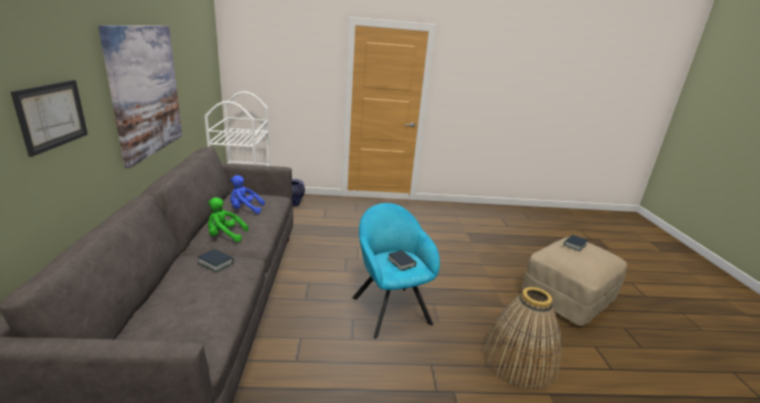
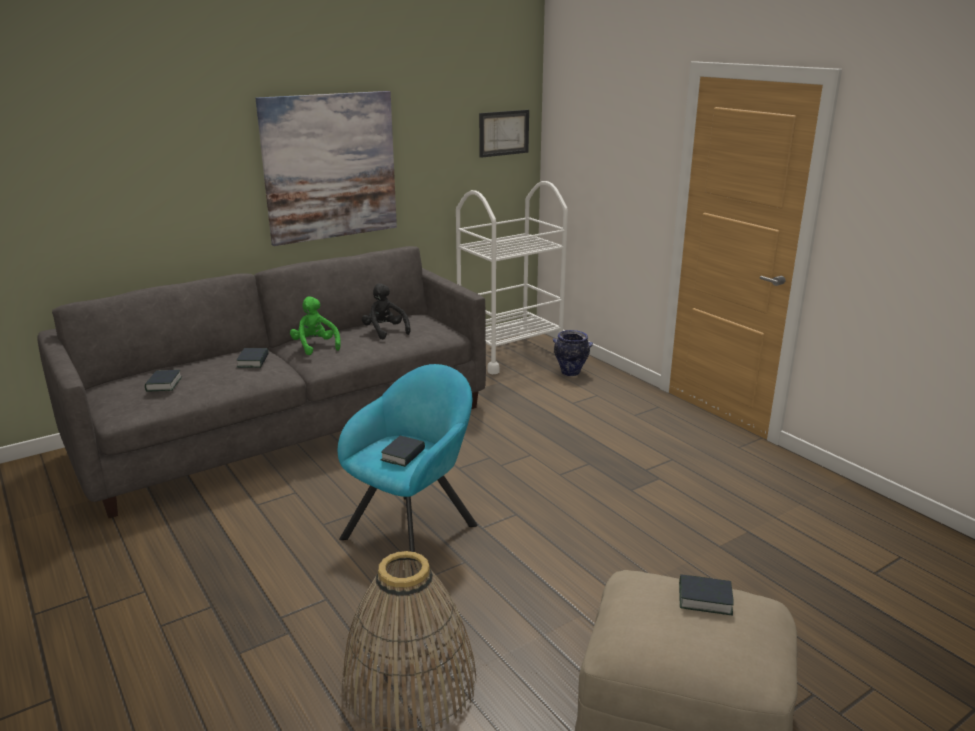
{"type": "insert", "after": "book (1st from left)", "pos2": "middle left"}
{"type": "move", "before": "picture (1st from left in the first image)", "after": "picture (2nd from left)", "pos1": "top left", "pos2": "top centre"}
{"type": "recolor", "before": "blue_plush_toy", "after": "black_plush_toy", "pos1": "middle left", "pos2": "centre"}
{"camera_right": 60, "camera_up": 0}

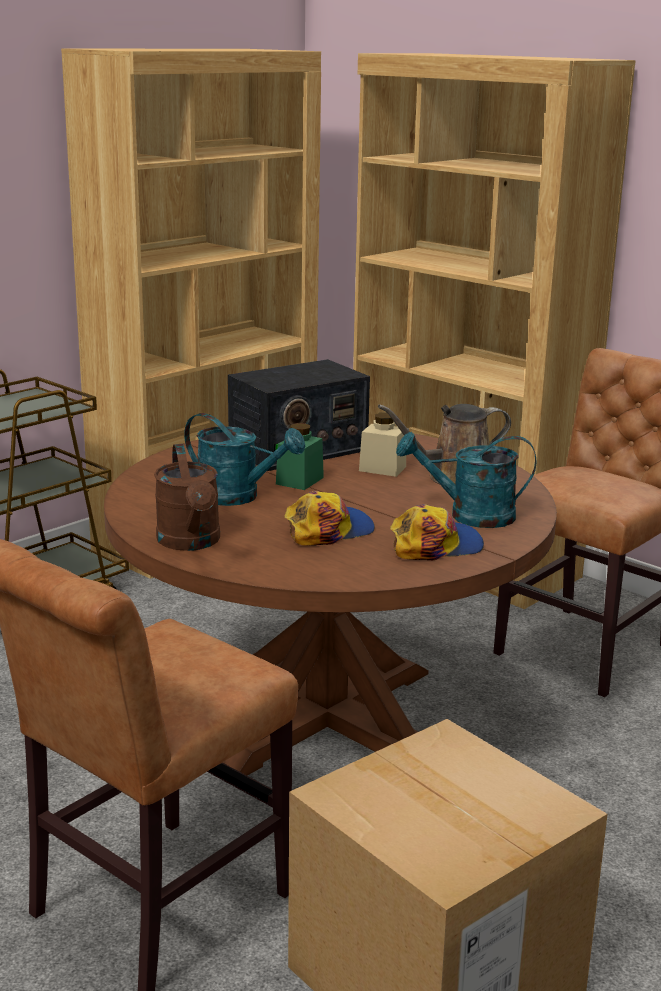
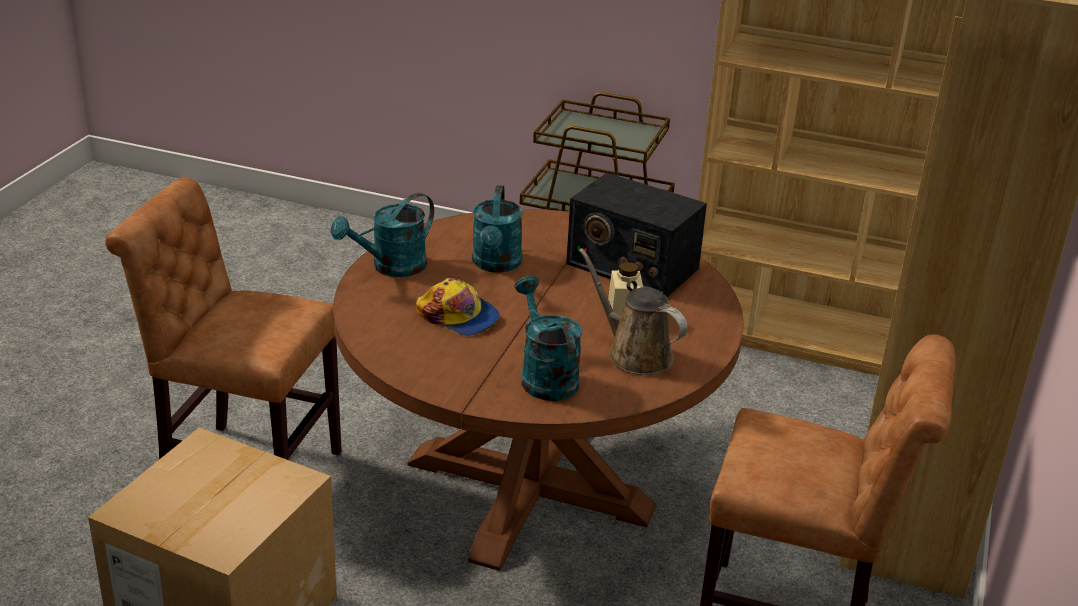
{"type": "delete", "before": "green_jar", "pos1": "centre"}
{"type": "delete", "before": "cap (2nd from left)", "pos1": "centre"}
{"type": "recolor", "before": "brown_watering_can (1st from left)", "after": "turquoise_watering_can (1st from left)", "pos1": "middle left", "pos2": "centre"}
{"camera_right": 65, "camera_up": 10}

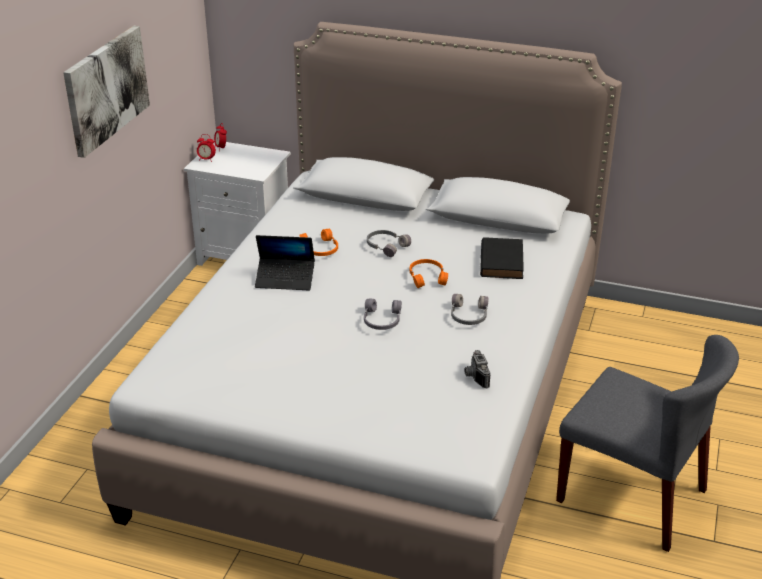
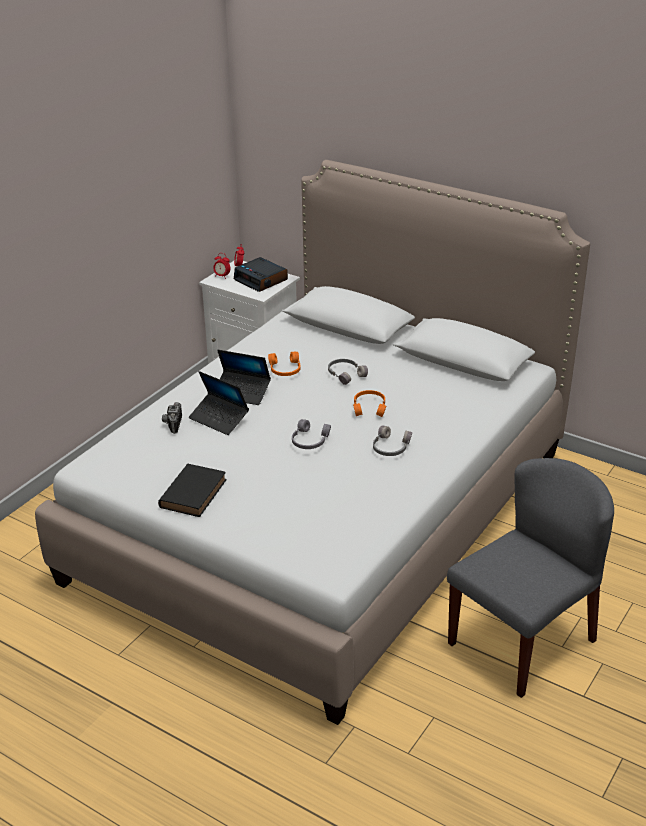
{"type": "delete", "before": "picture", "pos1": "top left"}
{"type": "insert", "after": "laptop (1st from left)", "pos2": "centre"}
{"type": "insert", "after": "alarm_clock (3rd from left)", "pos2": "top centre"}
{"type": "move", "before": "photo_camera", "pos1": "centre", "pos2": "middle left"}
{"type": "move", "before": "black_book", "pos1": "centre", "pos2": "middle left"}
{"type": "rotate", "before": "grey_chair", "pos1": "bottom right", "pos2": "bottom right", "turn": -90}
{"camera_right": 15, "camera_up": 0}

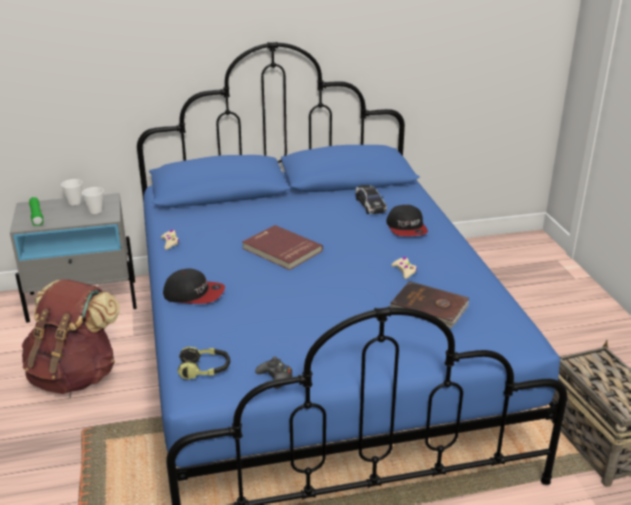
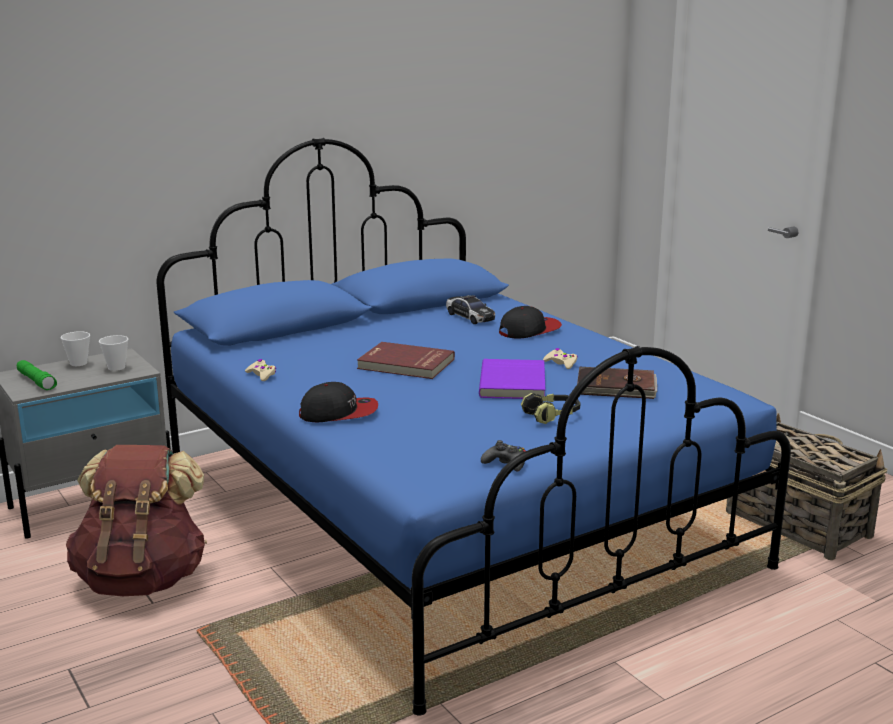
{"type": "insert", "after": "purple_book", "pos2": "centre"}
{"type": "move", "before": "headphones", "pos1": "bottom left", "pos2": "centre"}
{"type": "rotate", "before": "cap (2nd from left)", "pos1": "centre", "pos2": "centre", "turn": -90}
{"camera_right": -20, "camera_up": -10}

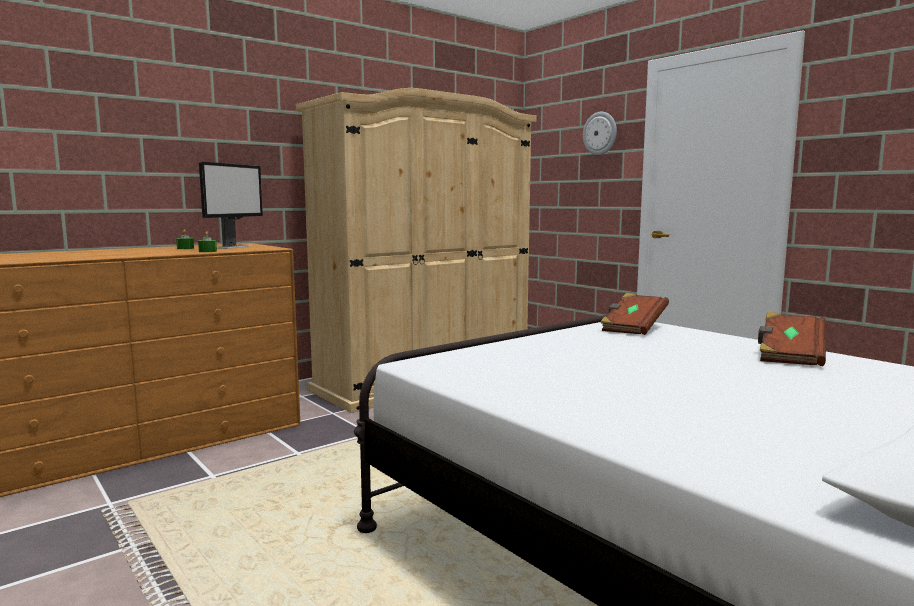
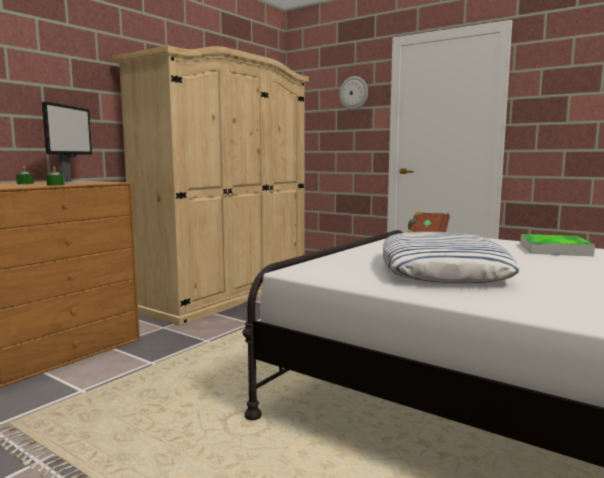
{"type": "insert", "after": "pillow", "pos2": "middle right"}
{"type": "replace", "before": "brown_book (2nd from left)", "after": "tray", "pos1": "middle right", "pos2": "middle right"}
{"camera_right": -15, "camera_up": 0}

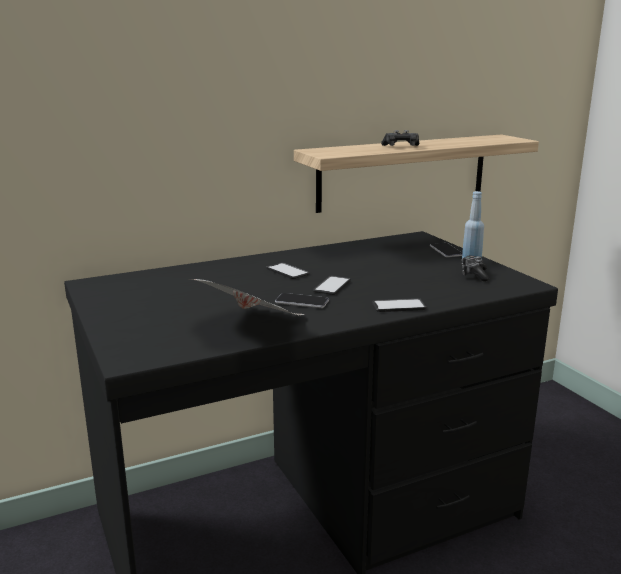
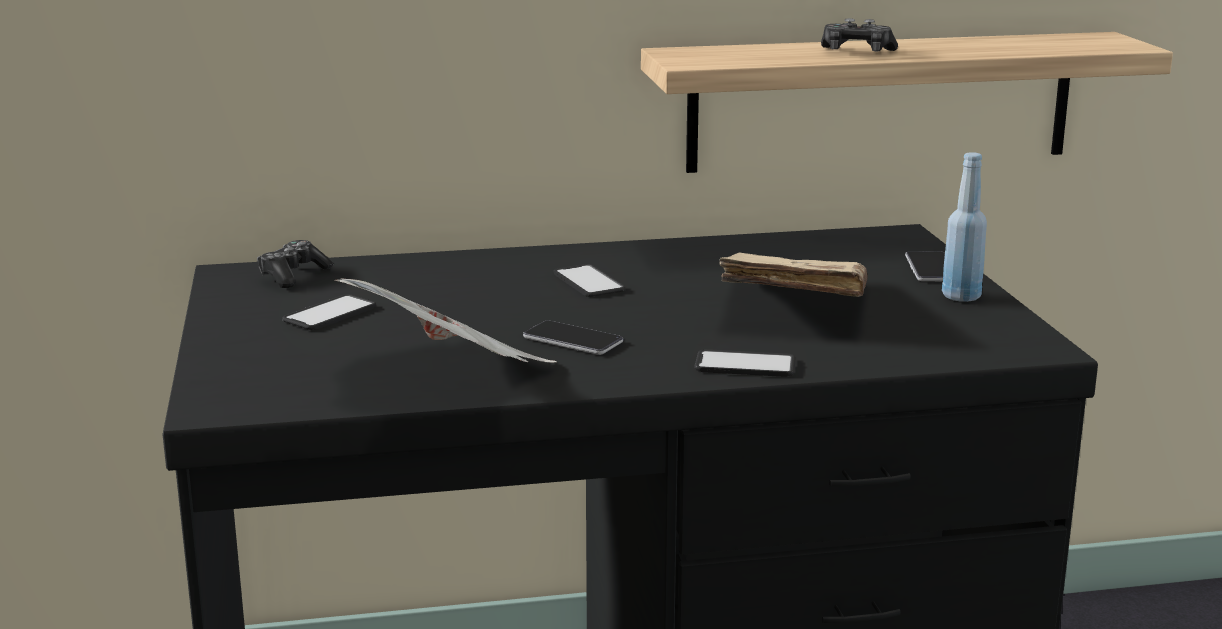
{"type": "insert", "after": "beige_book", "pos2": "centre"}
{"type": "move", "before": "phone (3rd from left in the first image)", "after": "phone (1st from left)", "pos1": "centre", "pos2": "middle left"}
{"type": "move", "before": "game_controller (2nd from left in the first image)", "after": "game_controller (1st from left)", "pos1": "middle right", "pos2": "middle left"}
{"camera_right": 15, "camera_up": 0}

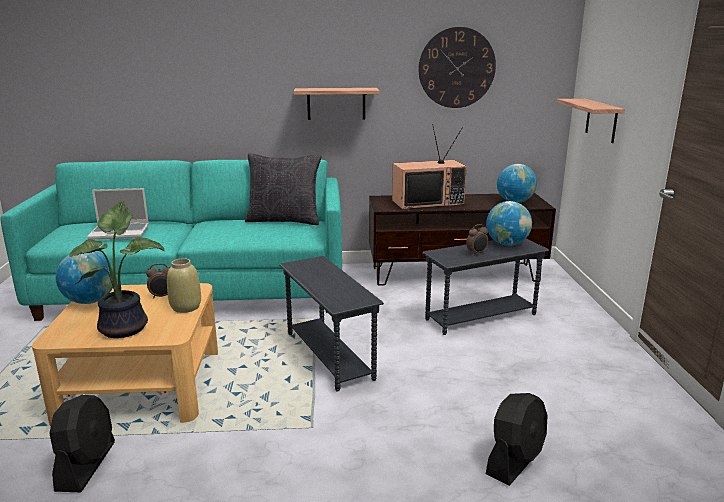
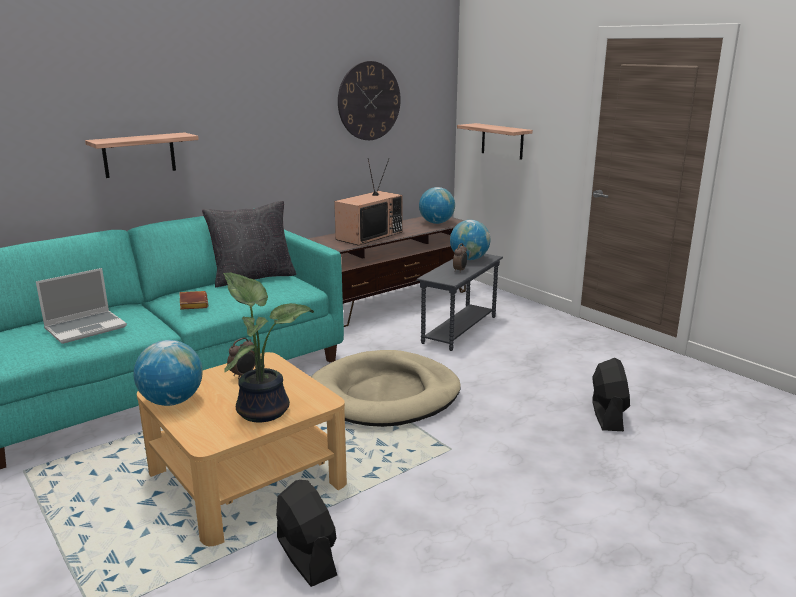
{"type": "delete", "before": "beige_vase", "pos1": "middle left"}
{"type": "insert", "after": "brown_book", "pos2": "middle left"}
{"type": "move", "before": "shelf (1st from left)", "pos1": "top centre", "pos2": "top left"}
{"type": "replace", "before": "grey_side_table (1st from left)", "after": "beige_dog_bed", "pos1": "centre", "pos2": "centre"}
{"camera_right": -35, "camera_up": 0}

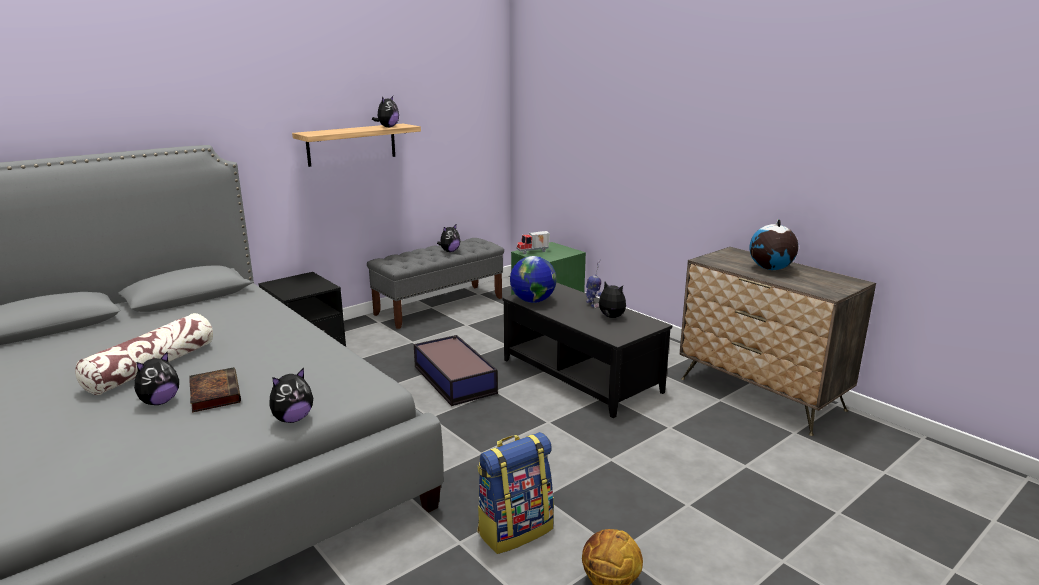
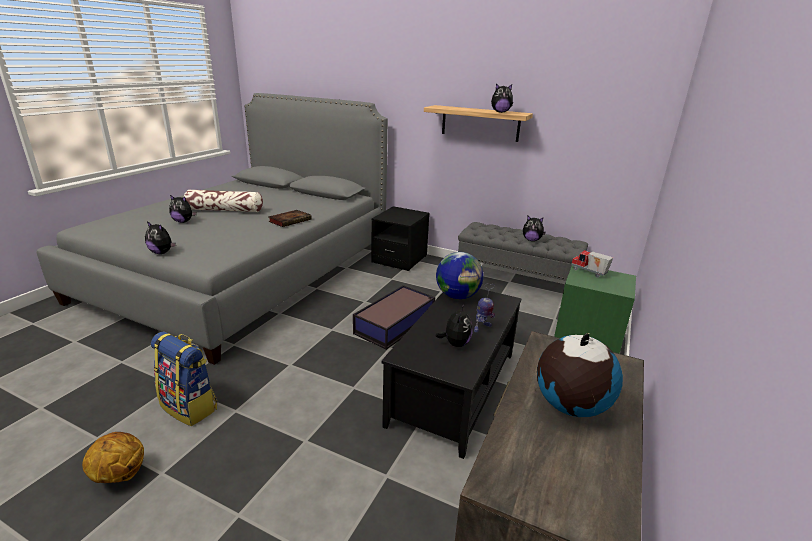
{"type": "move", "before": "book", "pos1": "bottom left", "pos2": "centre"}
{"camera_right": 65, "camera_up": 5}

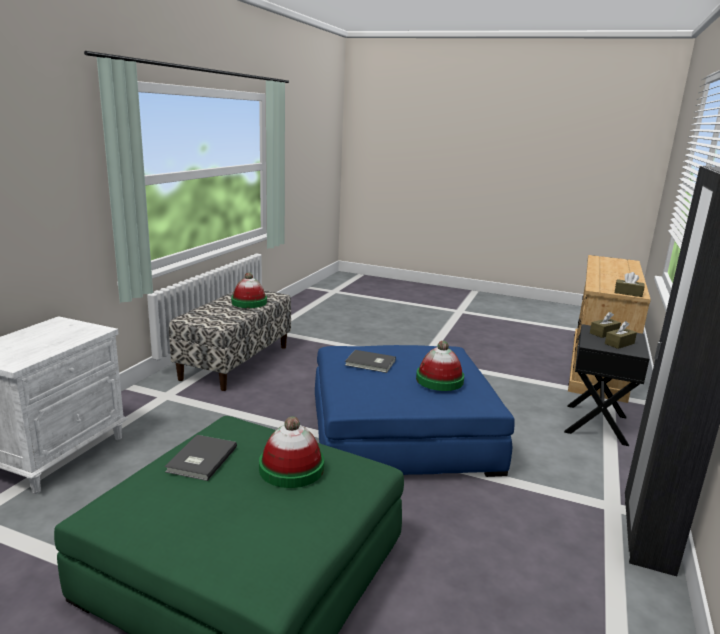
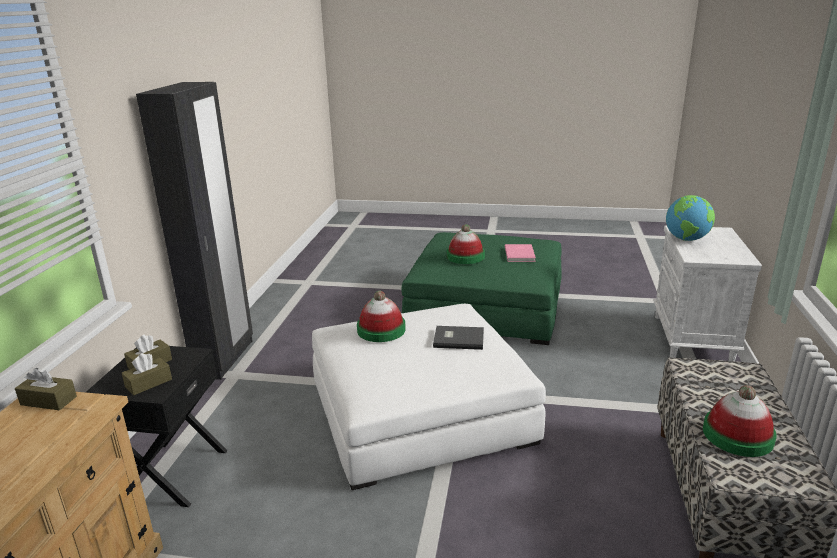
{"type": "insert", "after": "globe", "pos2": "middle right"}
{"type": "recolor", "before": "grey_book (1st from left)", "after": "pink_book", "pos1": "bottom left", "pos2": "centre"}
{"type": "recolor", "before": "blue_ottoman", "after": "white_ottoman", "pos1": "centre", "pos2": "bottom centre"}
{"camera_right": 170, "camera_up": 5}

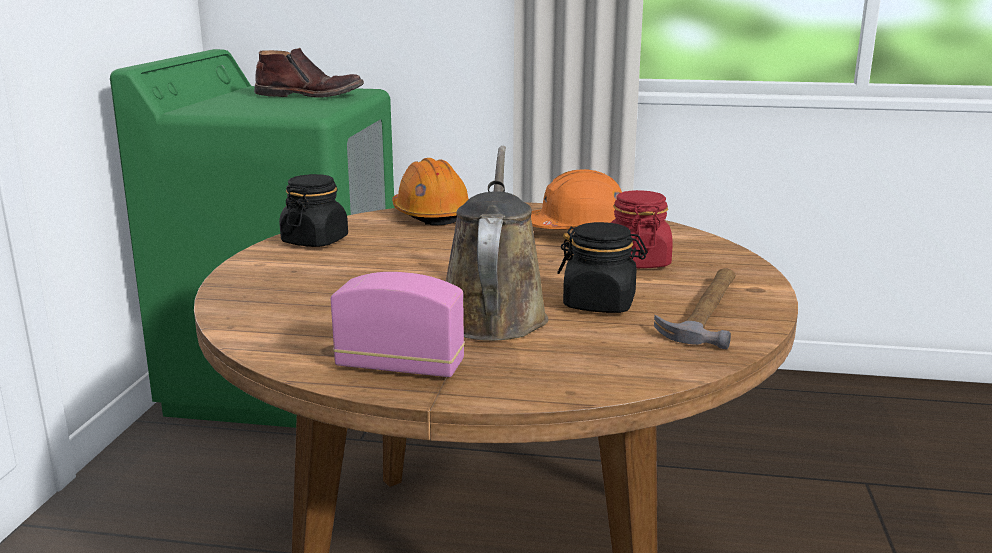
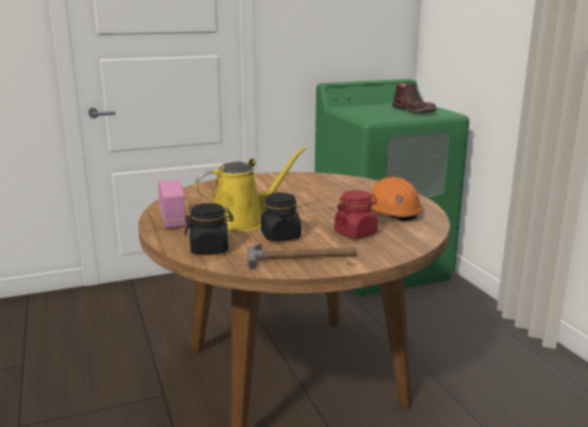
{"type": "delete", "before": "orange_hard_hat (1st from left)", "pos1": "centre"}
{"type": "move", "before": "black_jar (1st from left)", "pos1": "middle left", "pos2": "centre"}
{"type": "recolor", "before": "brown_watering_can", "after": "yellow_watering_can", "pos1": "centre", "pos2": "centre"}
{"camera_right": 60, "camera_up": 0}

